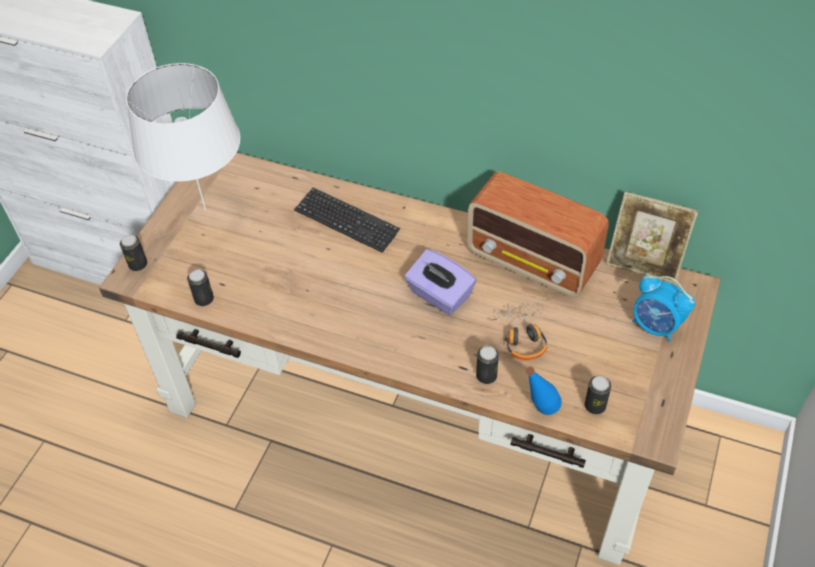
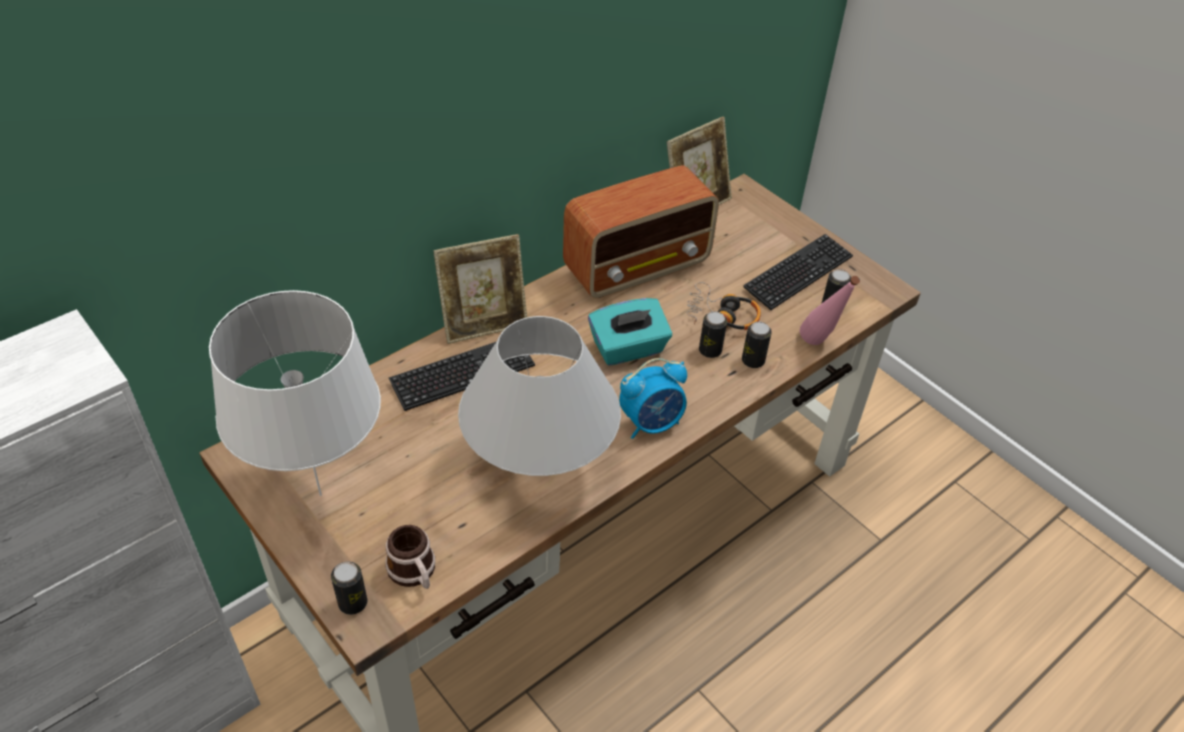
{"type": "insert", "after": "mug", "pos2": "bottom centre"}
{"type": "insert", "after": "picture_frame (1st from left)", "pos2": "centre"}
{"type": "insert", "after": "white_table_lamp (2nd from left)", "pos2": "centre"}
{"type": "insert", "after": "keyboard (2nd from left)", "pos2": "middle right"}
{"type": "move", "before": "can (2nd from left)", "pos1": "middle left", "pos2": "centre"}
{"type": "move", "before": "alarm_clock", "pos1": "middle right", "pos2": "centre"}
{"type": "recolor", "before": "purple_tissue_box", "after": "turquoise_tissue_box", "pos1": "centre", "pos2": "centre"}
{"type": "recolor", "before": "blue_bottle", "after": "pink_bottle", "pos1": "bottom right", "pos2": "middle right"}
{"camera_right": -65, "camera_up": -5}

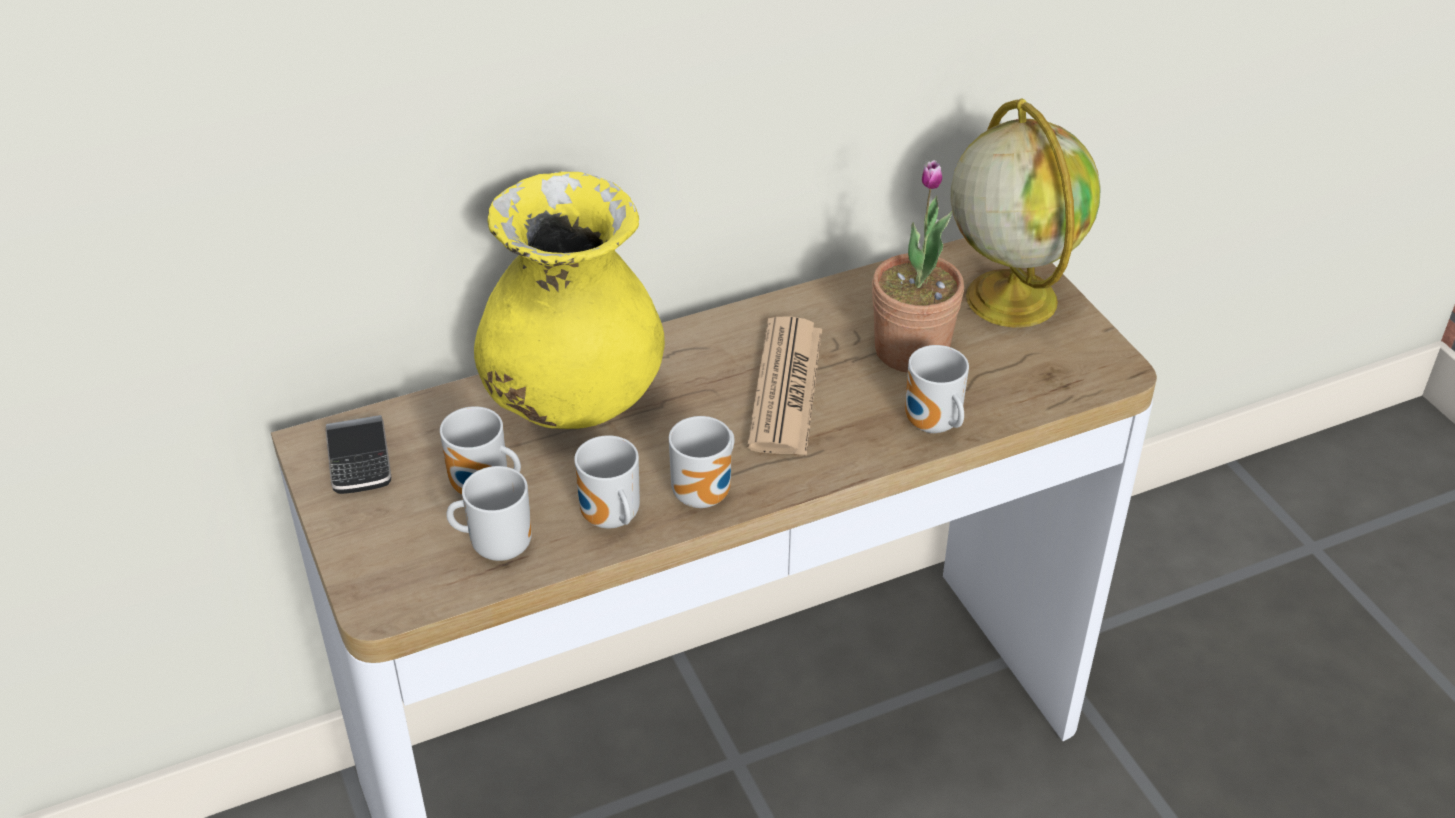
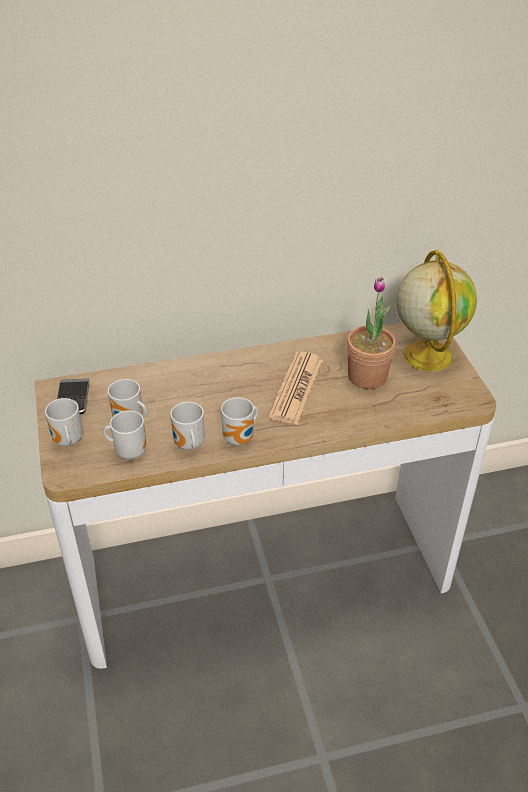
{"type": "delete", "before": "yellow_vase", "pos1": "centre"}
{"type": "move", "before": "mug (5th from left in the first image)", "after": "mug (1st from left)", "pos1": "centre", "pos2": "middle left"}
{"camera_right": 10, "camera_up": 0}

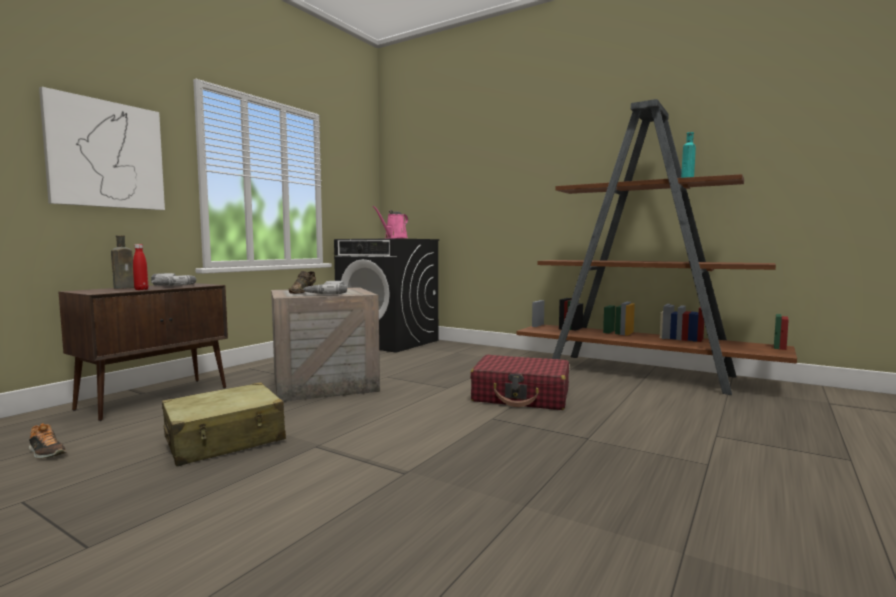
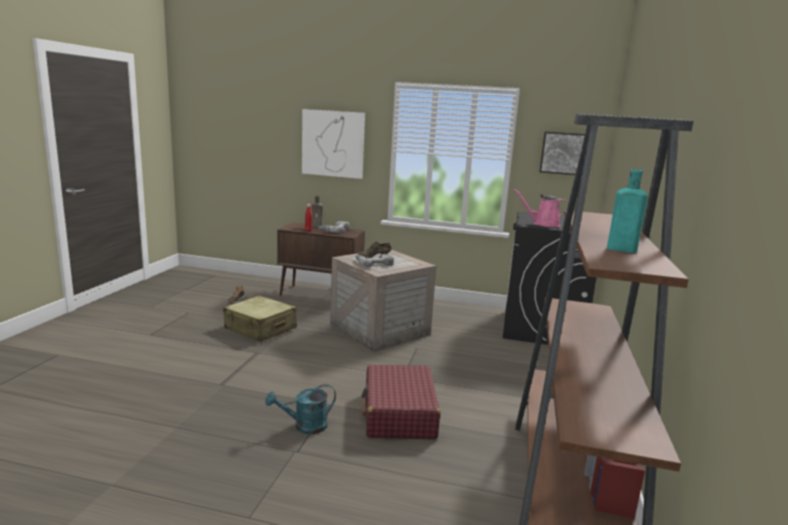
{"type": "insert", "after": "turquoise_watering_can", "pos2": "bottom centre"}
{"type": "insert", "after": "picture (2nd from left)", "pos2": "top right"}
{"camera_right": 70, "camera_up": 10}

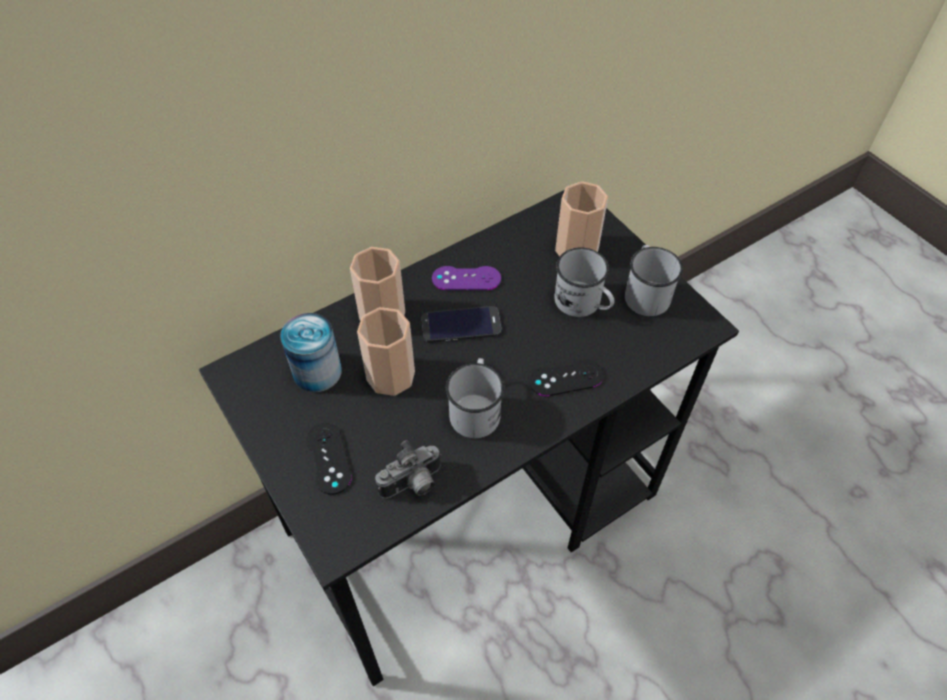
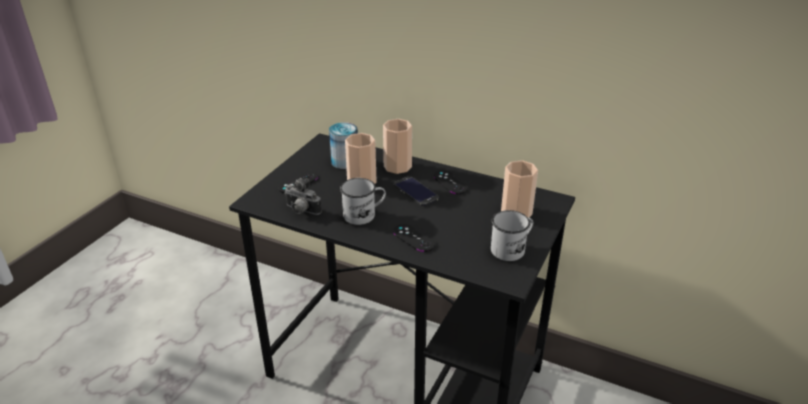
{"type": "delete", "before": "white_mug (2nd from left)", "pos1": "centre"}
{"type": "recolor", "before": "purple_game_controller", "after": "black_game_controller (3rd from left)", "pos1": "centre", "pos2": "centre"}
{"camera_right": 60, "camera_up": -20}

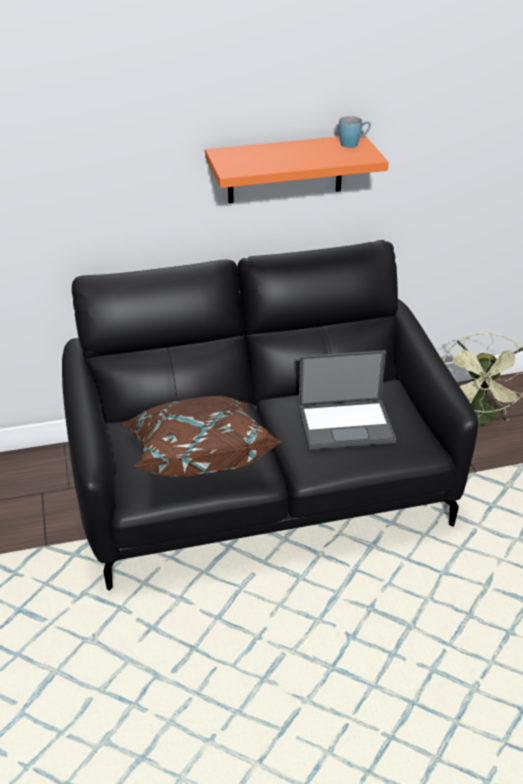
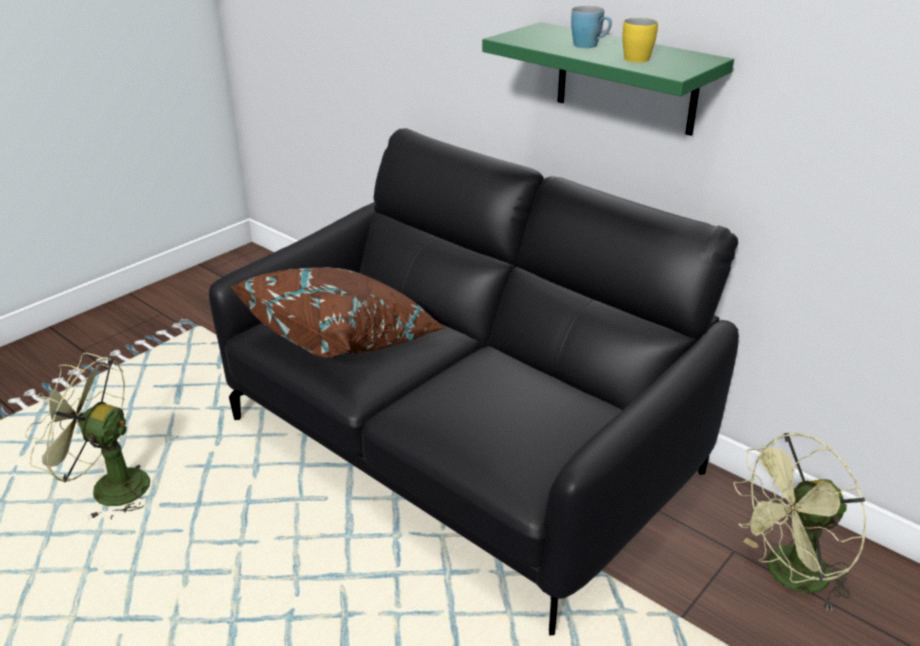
{"type": "delete", "before": "laptop", "pos1": "centre"}
{"type": "insert", "after": "green_fan (1st from left)", "pos2": "bottom left"}
{"type": "insert", "after": "yellow_mug", "pos2": "top right"}
{"type": "move", "before": "blue_mug", "pos1": "top right", "pos2": "top centre"}
{"type": "recolor", "before": "orange_shelf", "after": "green_shelf", "pos1": "top centre", "pos2": "top centre"}
{"camera_right": 55, "camera_up": -5}

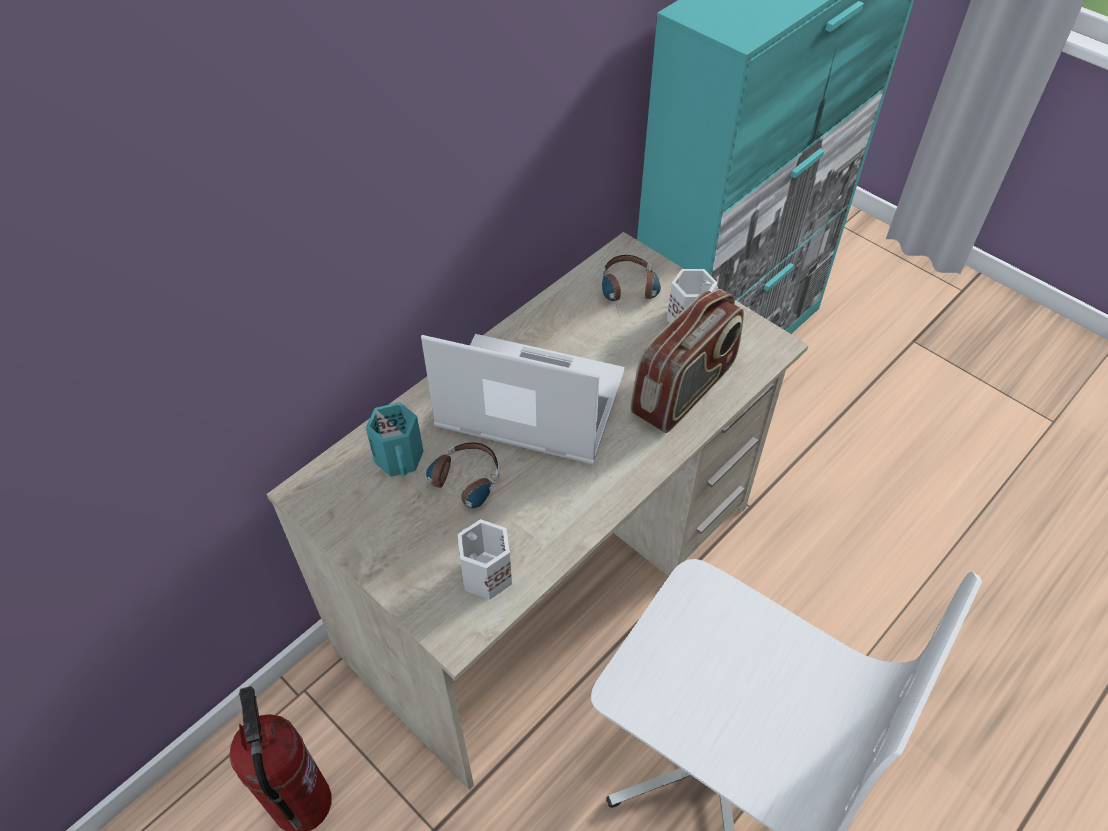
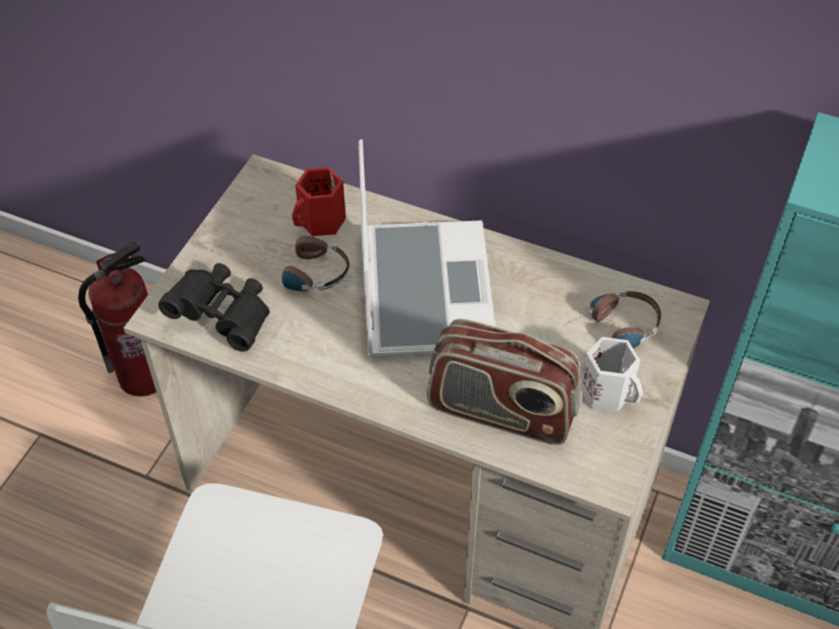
{"type": "replace", "before": "white_mug (1st from left)", "after": "black_binoculars", "pos1": "bottom centre", "pos2": "middle left"}
{"type": "recolor", "before": "turquoise_mug", "after": "red_mug", "pos1": "centre", "pos2": "top centre"}
{"camera_right": 70, "camera_up": 0}

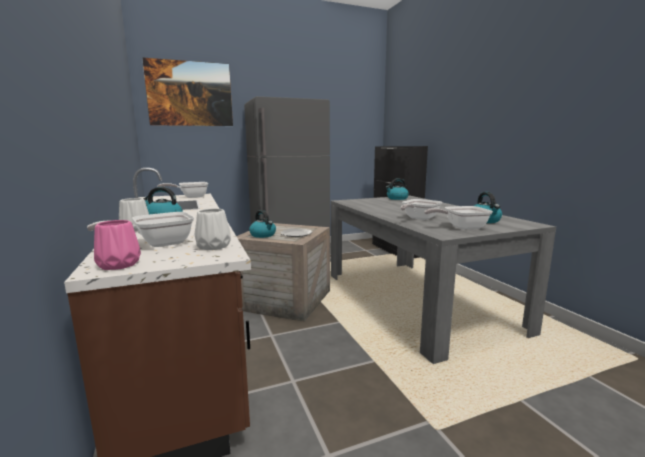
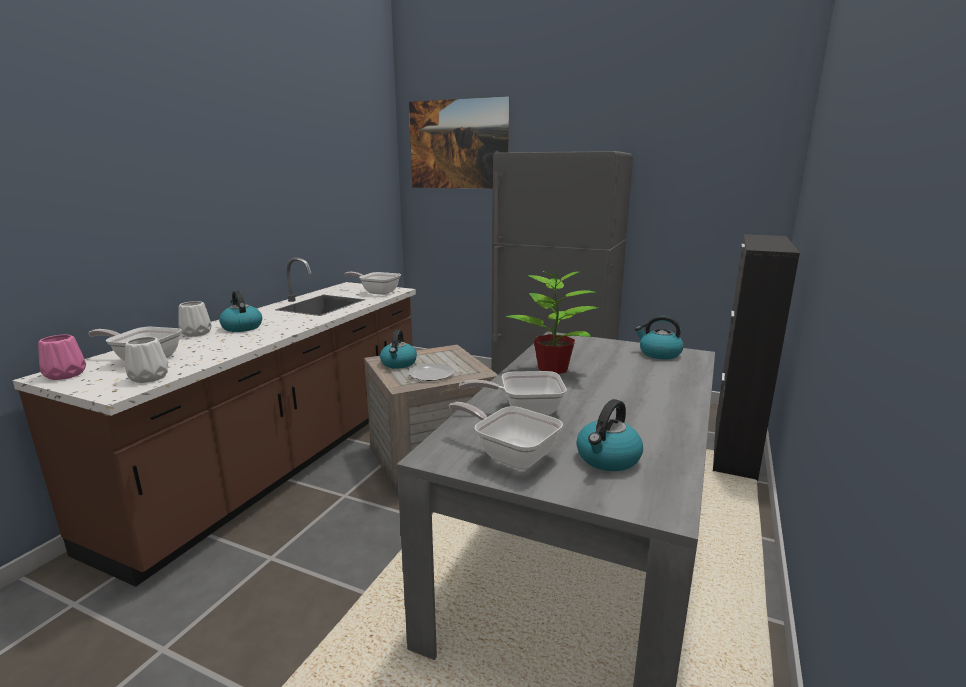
{"type": "insert", "after": "potted_plant", "pos2": "centre"}
{"camera_right": 45, "camera_up": 5}

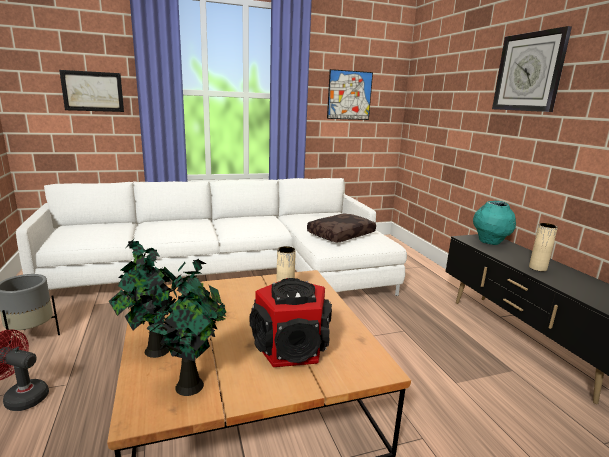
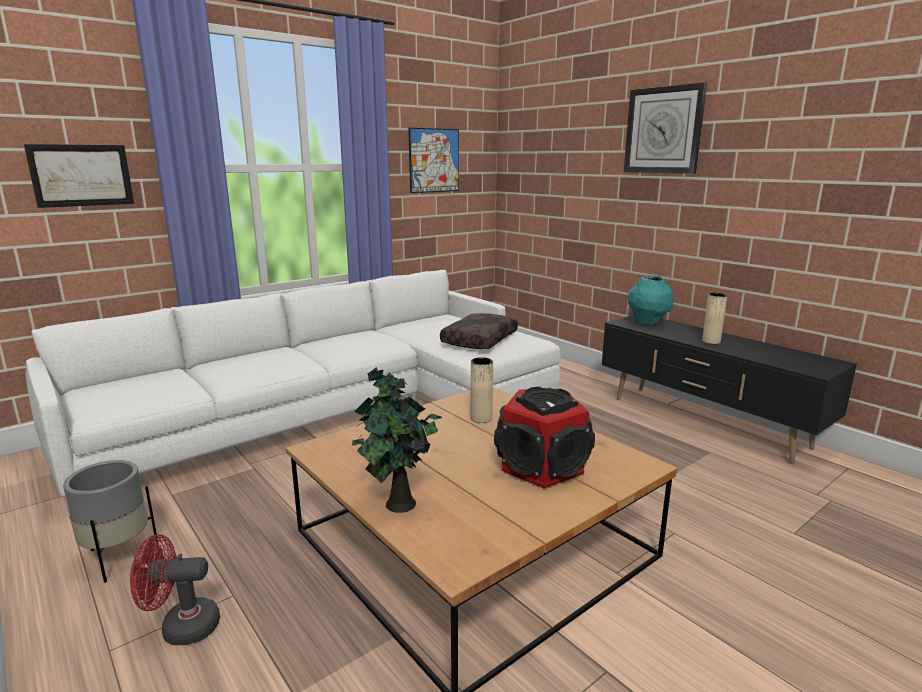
{"type": "delete", "before": "potted_plant (2nd from left)", "pos1": "bottom left"}
{"camera_right": -20, "camera_up": 0}

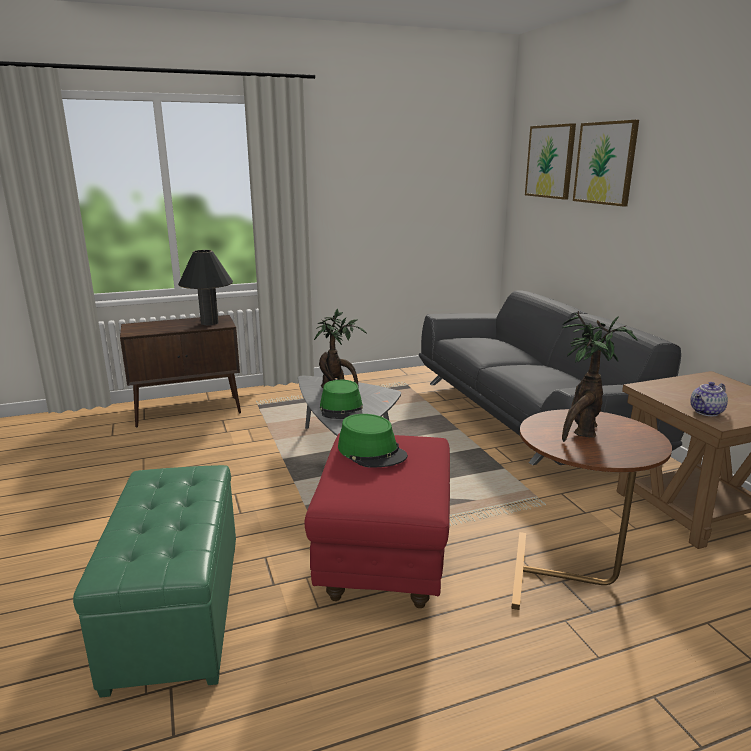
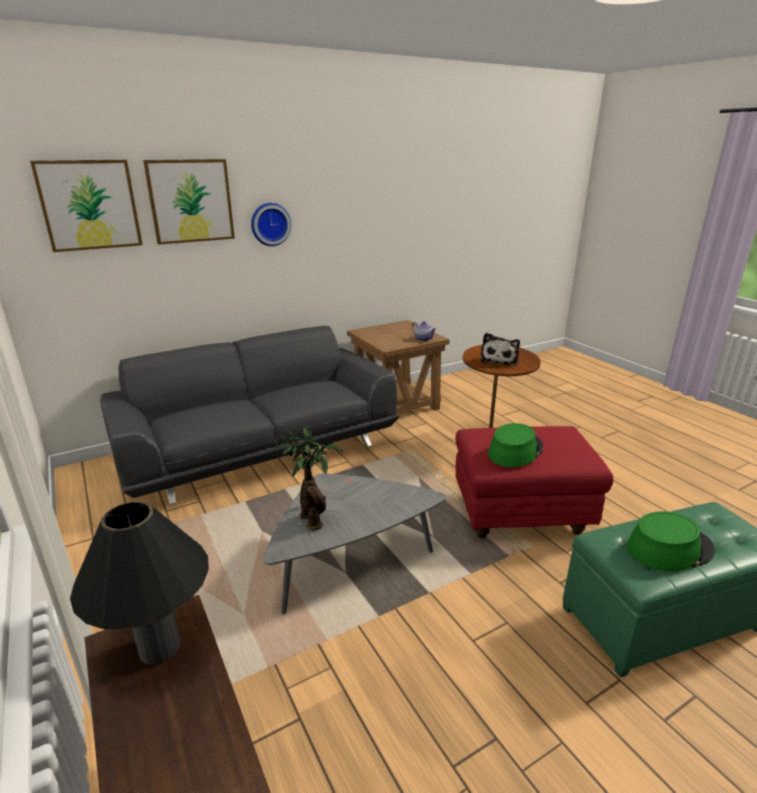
{"type": "insert", "after": "wall_clock", "pos2": "top centre"}
{"type": "move", "before": "green_hat (1st from left in the first image)", "after": "green_hat (2nd from left)", "pos1": "centre", "pos2": "bottom right"}
{"type": "replace", "before": "potted_plant (2nd from left)", "after": "plush_toy", "pos1": "middle right", "pos2": "centre"}
{"camera_right": -100, "camera_up": 5}

